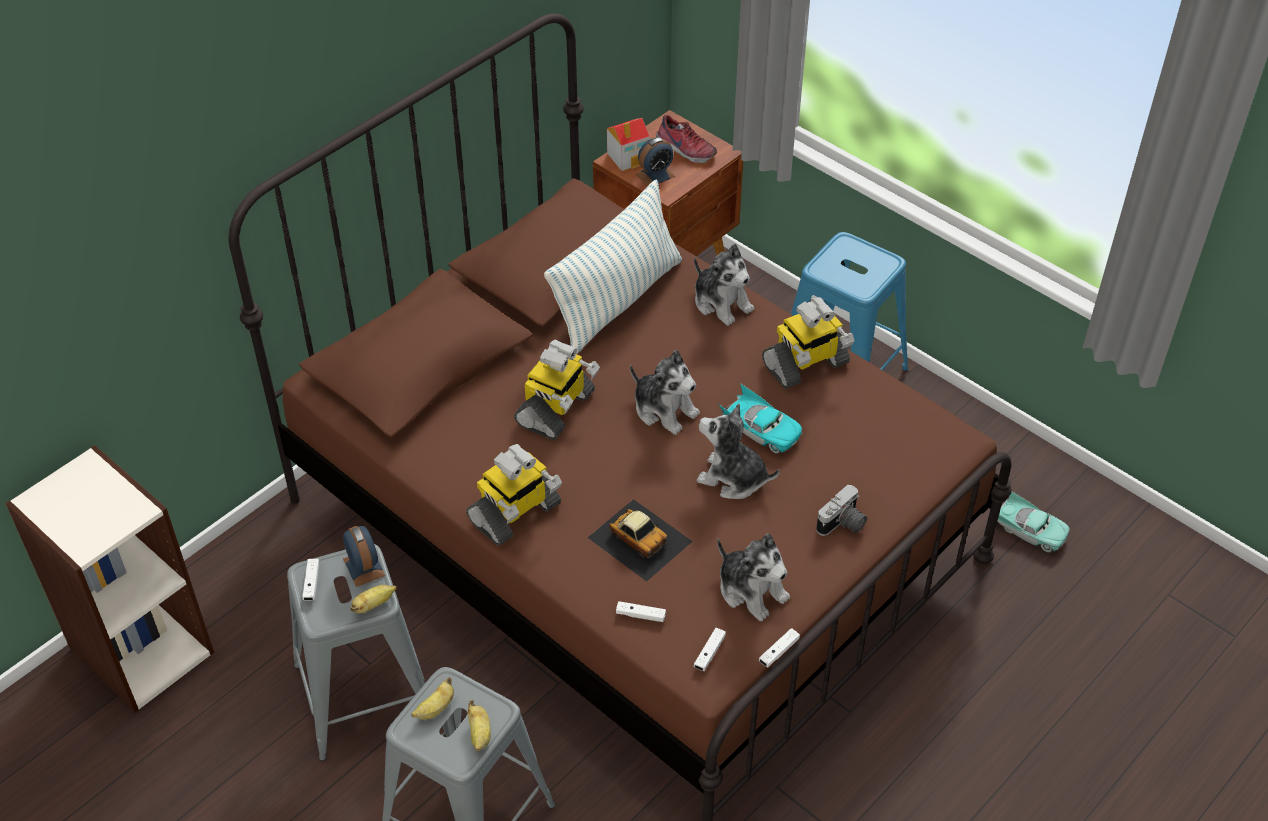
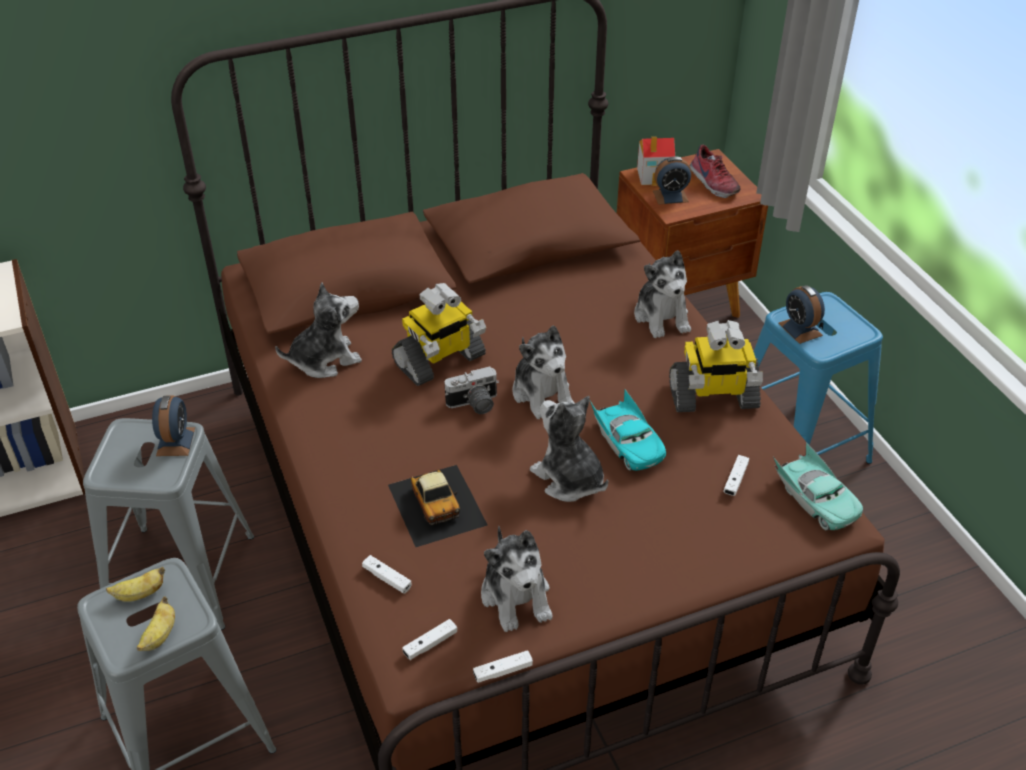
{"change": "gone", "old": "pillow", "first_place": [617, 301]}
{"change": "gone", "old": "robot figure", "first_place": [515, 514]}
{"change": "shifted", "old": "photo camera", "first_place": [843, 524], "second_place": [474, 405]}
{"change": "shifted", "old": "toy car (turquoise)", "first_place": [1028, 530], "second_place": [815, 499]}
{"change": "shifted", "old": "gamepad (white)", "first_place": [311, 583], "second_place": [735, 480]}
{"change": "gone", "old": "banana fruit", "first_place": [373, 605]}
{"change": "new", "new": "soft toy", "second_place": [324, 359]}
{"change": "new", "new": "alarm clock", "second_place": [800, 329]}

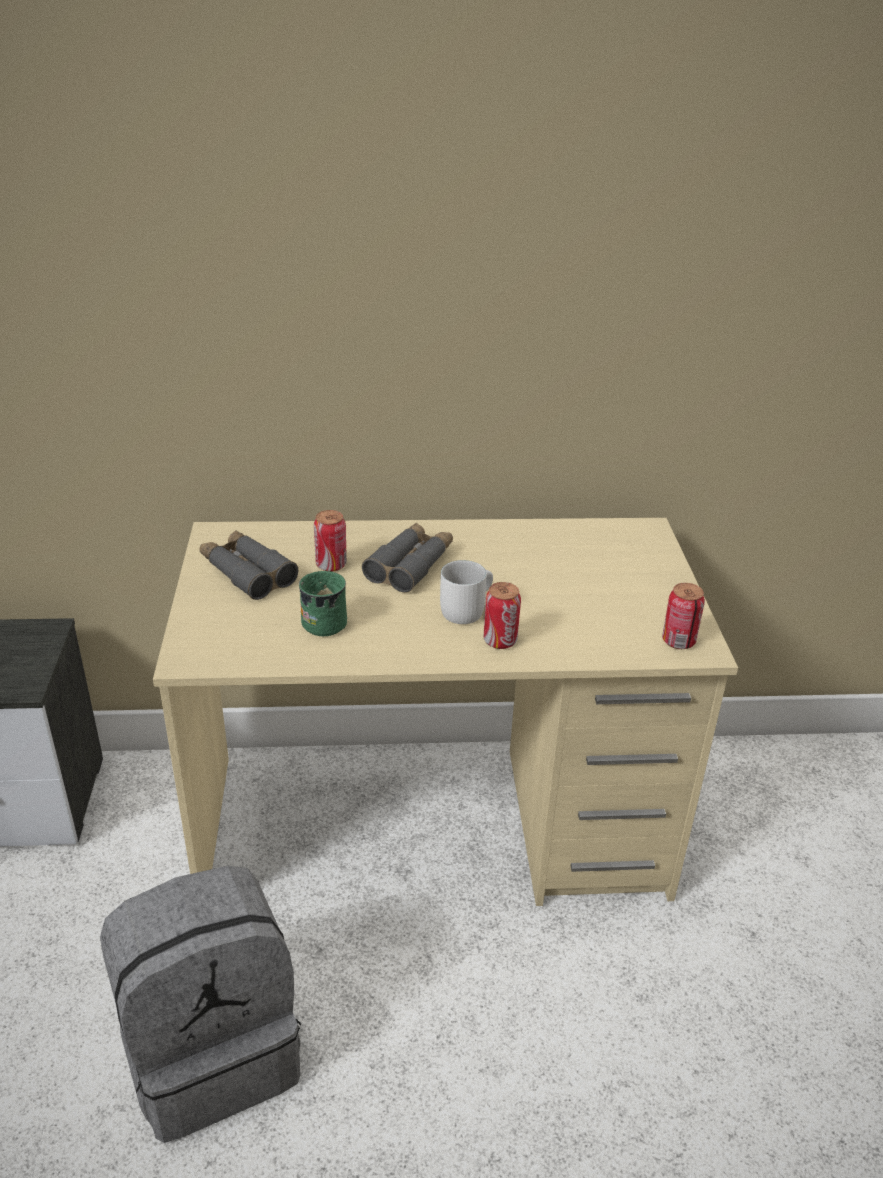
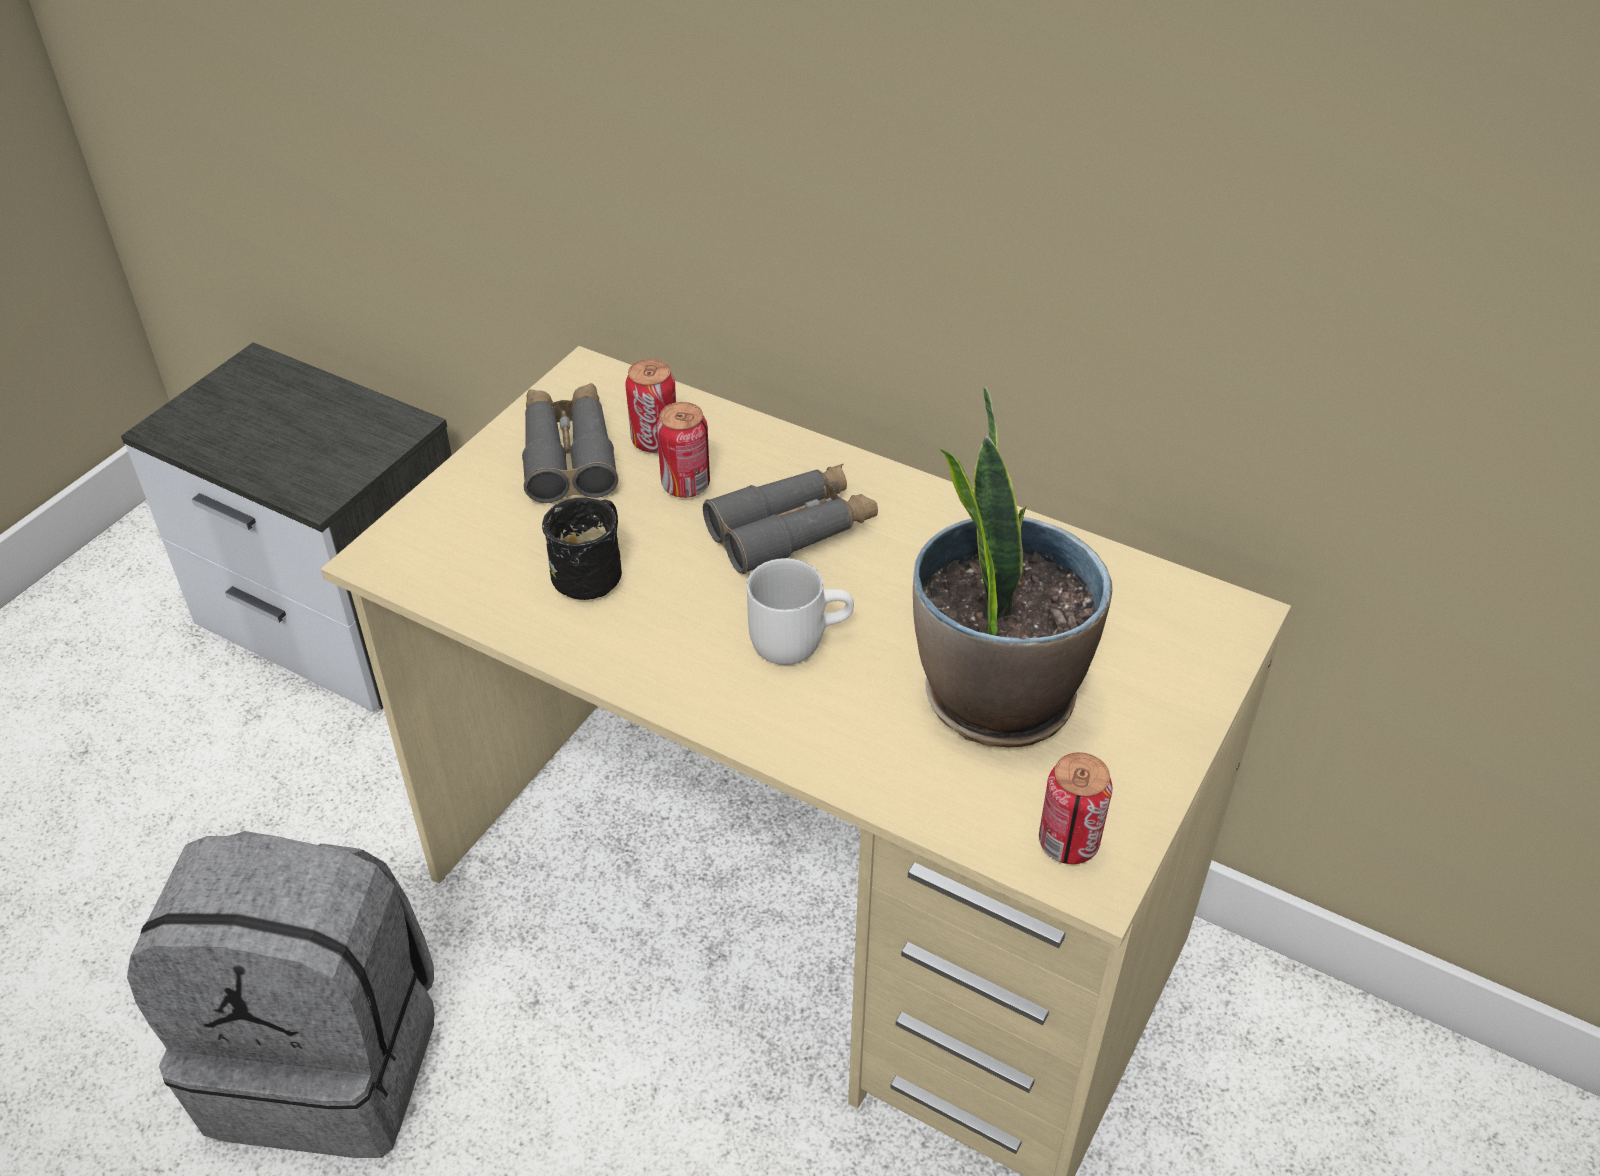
{"change": "repainted", "old": "mug (green-coloured)", "new": "mug (blackish)", "first_place": [324, 620], "second_place": [594, 571]}
{"change": "shifted", "old": "metal can", "first_place": [500, 641], "second_place": [655, 441]}
{"change": "new", "new": "plant in a pot", "second_place": [995, 695]}

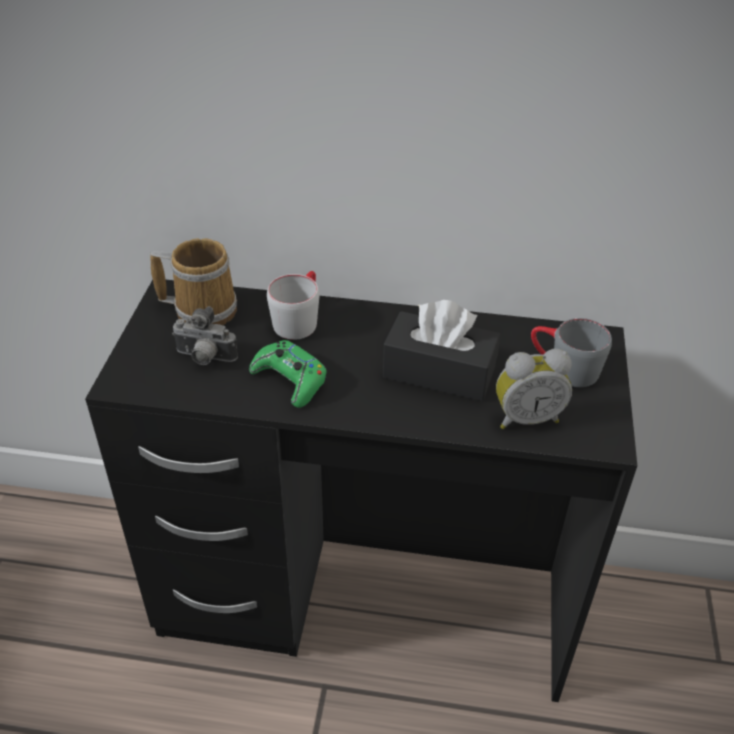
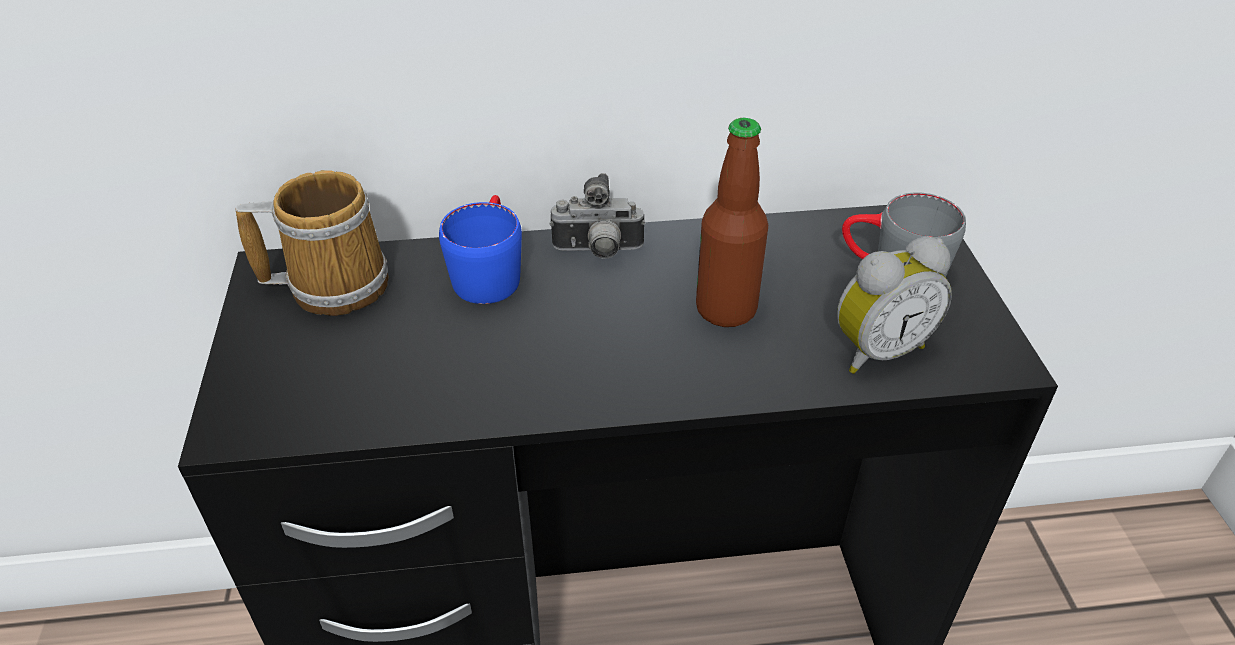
{"change": "repainted", "old": "mug (greyish)", "new": "mug (bluish)", "first_place": [299, 319], "second_place": [489, 271]}
{"change": "swapped", "old": "tissue holder (blackish)", "new": "beverage bottle", "first_place": [439, 372], "second_place": [726, 309]}
{"change": "shifted", "old": "photo camera", "first_place": [204, 358], "second_place": [598, 252]}
{"change": "gone", "old": "gamepad (green-coloured)", "first_place": [290, 380]}

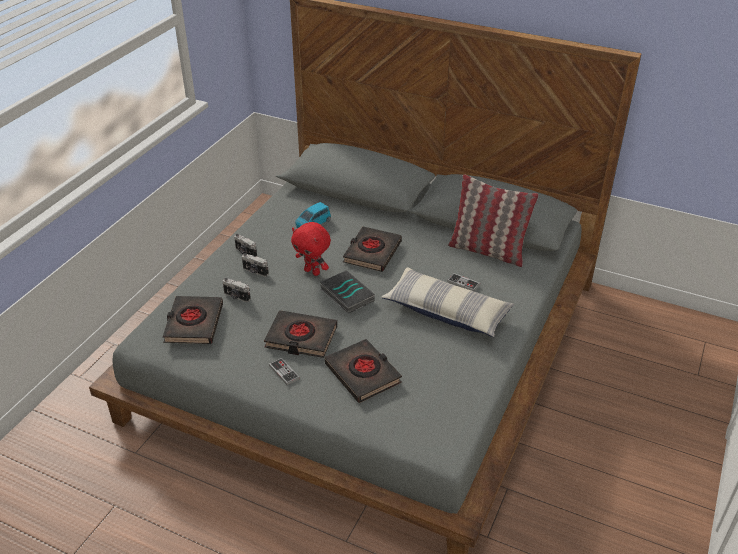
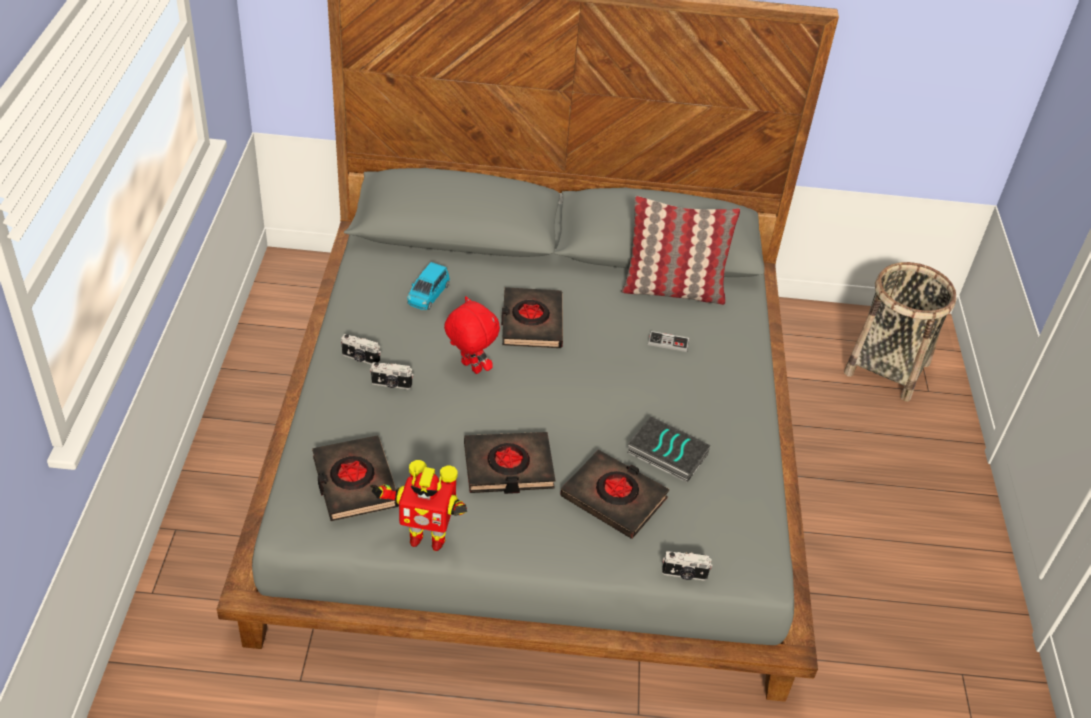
{"change": "rotated", "old": "soft toy (red-coloured)", "first_place": [313, 271], "second_place": [470, 367], "degrees": -150}
{"change": "gone", "old": "pillow", "first_place": [447, 311]}
{"change": "shifted", "old": "bound book", "first_place": [346, 295], "second_place": [666, 454]}
{"change": "shifted", "old": "photo camera", "first_place": [236, 297], "second_place": [684, 575]}
{"change": "gone", "old": "gamepad", "first_place": [284, 372]}
{"change": "new", "new": "storage basket", "second_place": [887, 368]}
{"change": "new", "new": "robot figure", "second_place": [426, 537]}

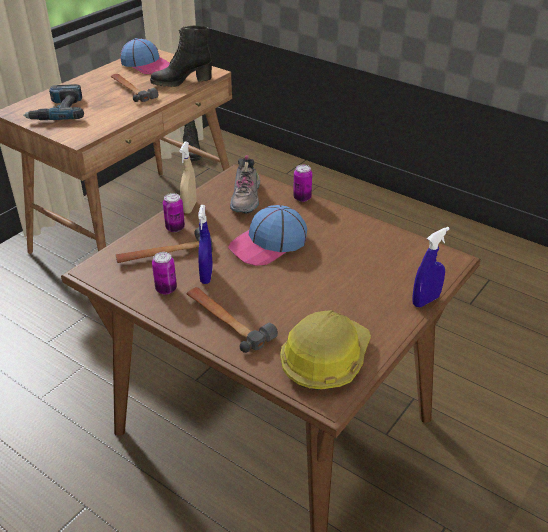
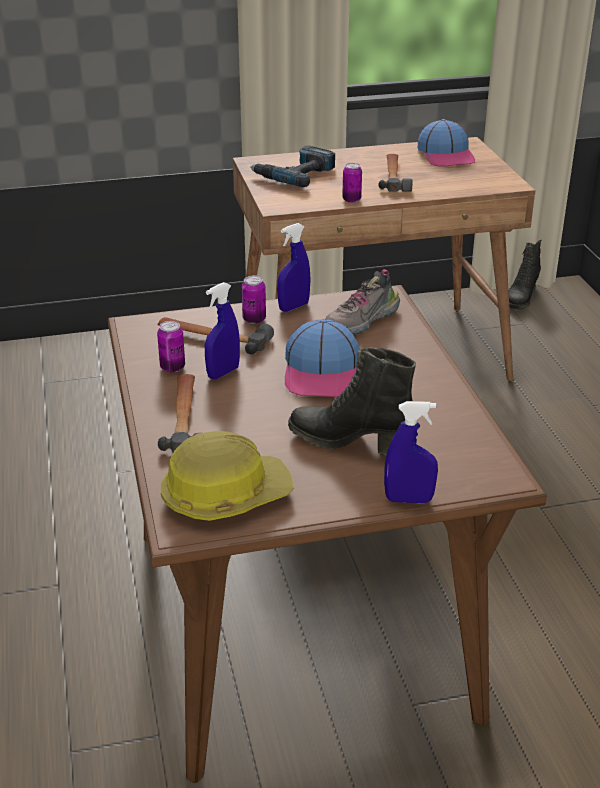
{"change": "shifted", "old": "boot (blackish)", "first_place": [181, 82], "second_place": [350, 441]}
{"change": "repainted", "old": "hand sprayer (sand-coloured)", "new": "hand sprayer (bluish)", "first_place": [189, 207], "second_place": [293, 307]}
{"change": "shifted", "old": "metal can", "first_place": [302, 198], "second_place": [351, 200]}
{"change": "rotated", "old": "baseball cap", "first_place": [268, 244], "second_place": [322, 372], "degrees": -90}

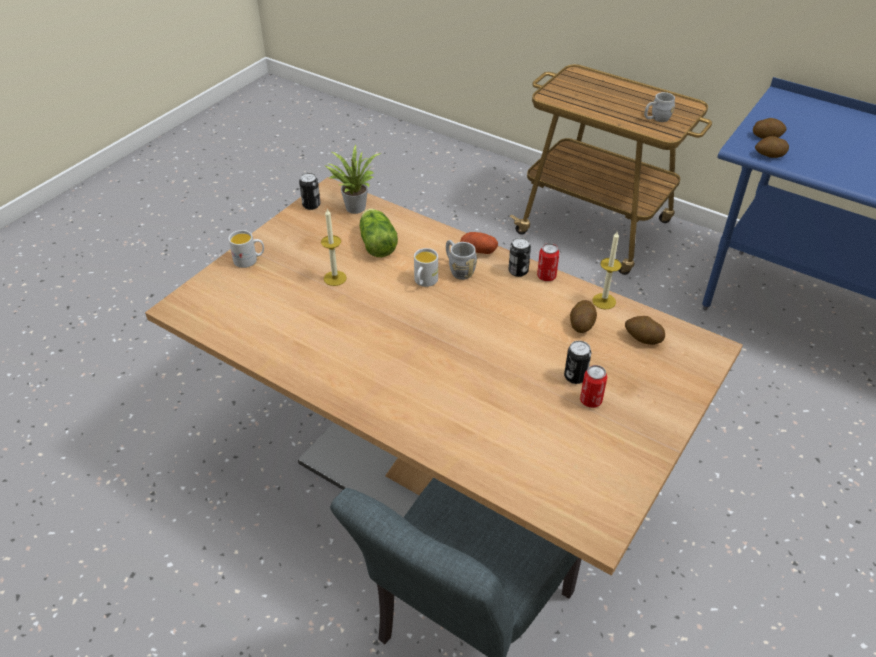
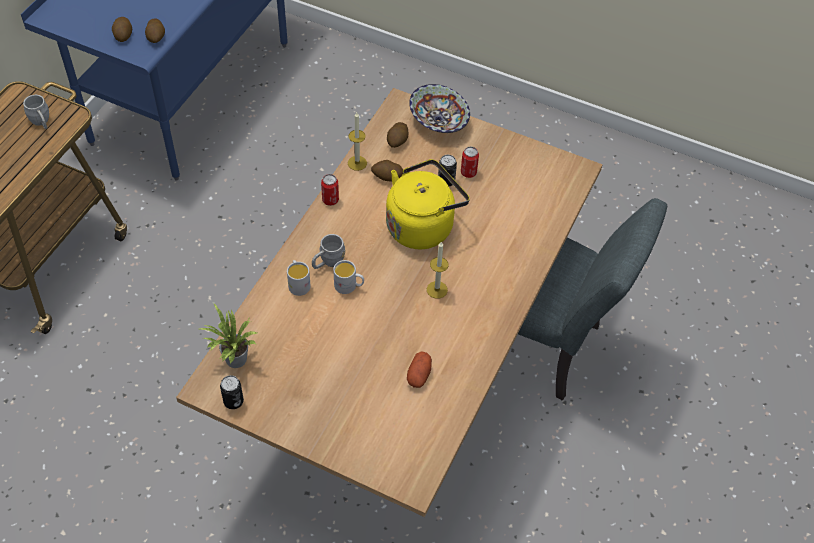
{"change": "shifted", "old": "wax light", "first_place": [335, 278], "second_place": [437, 289]}
{"change": "gone", "old": "lettuce head", "first_place": [377, 242]}
{"change": "shifted", "old": "mug (white)", "first_place": [249, 260], "second_place": [298, 283]}
{"change": "shifted", "old": "potato", "first_place": [478, 250], "second_place": [419, 375]}
{"change": "gone", "old": "metal can", "first_place": [518, 271]}
{"change": "new", "new": "bowl", "second_place": [438, 121]}
{"change": "new", "new": "kettle (yellowish)", "second_place": [422, 225]}

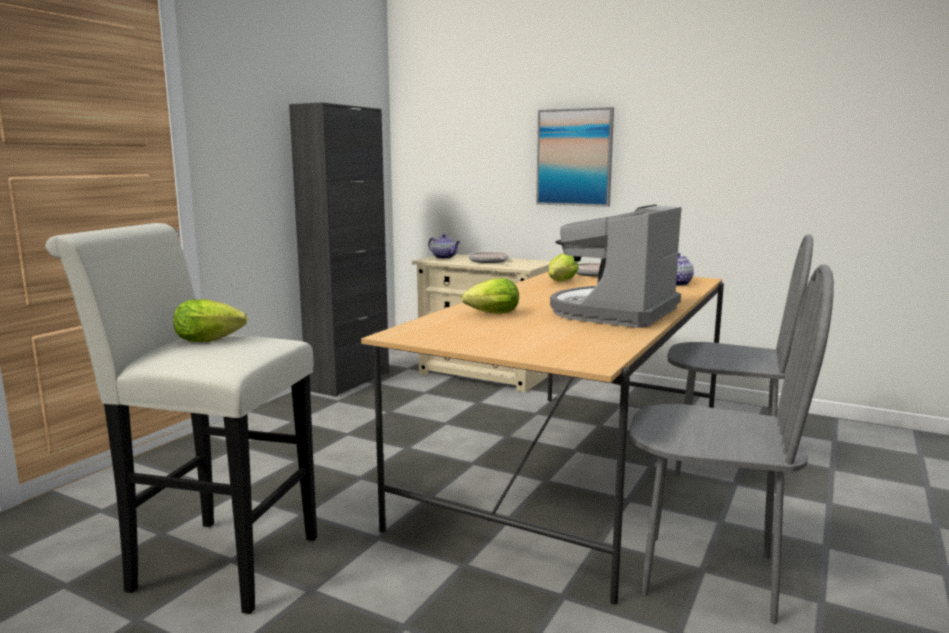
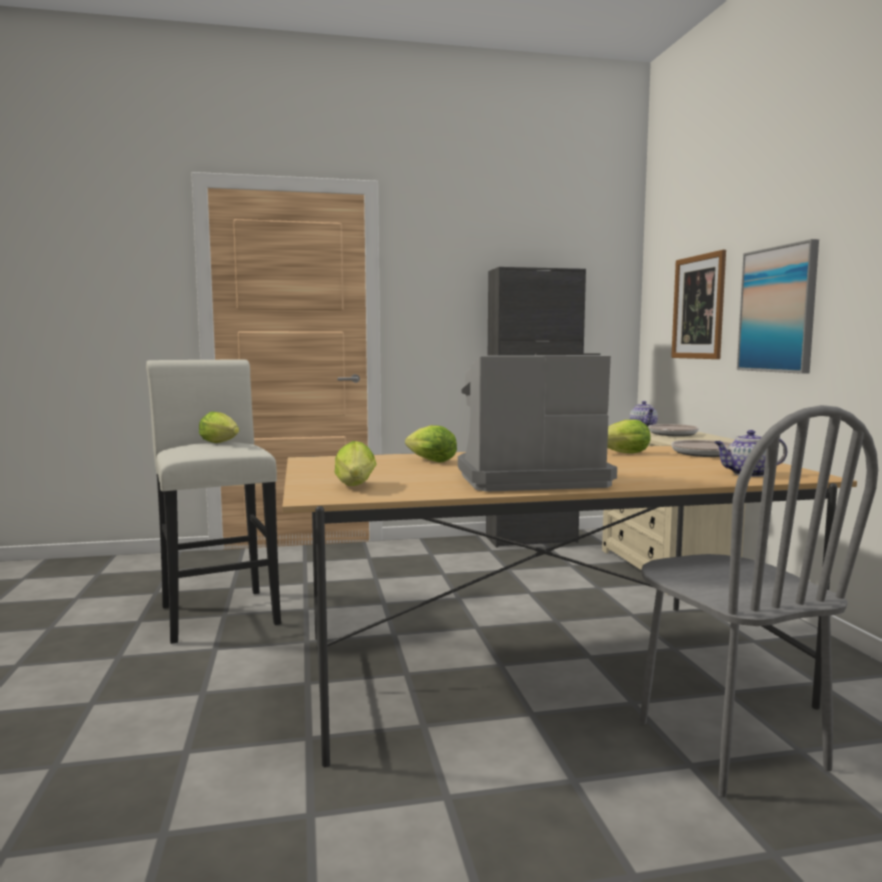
{"change": "gone", "old": "plain chair (greyish)", "first_place": [708, 575]}
{"change": "new", "new": "wall art", "second_place": [698, 307]}
{"change": "new", "new": "lettuce head", "second_place": [356, 487]}

